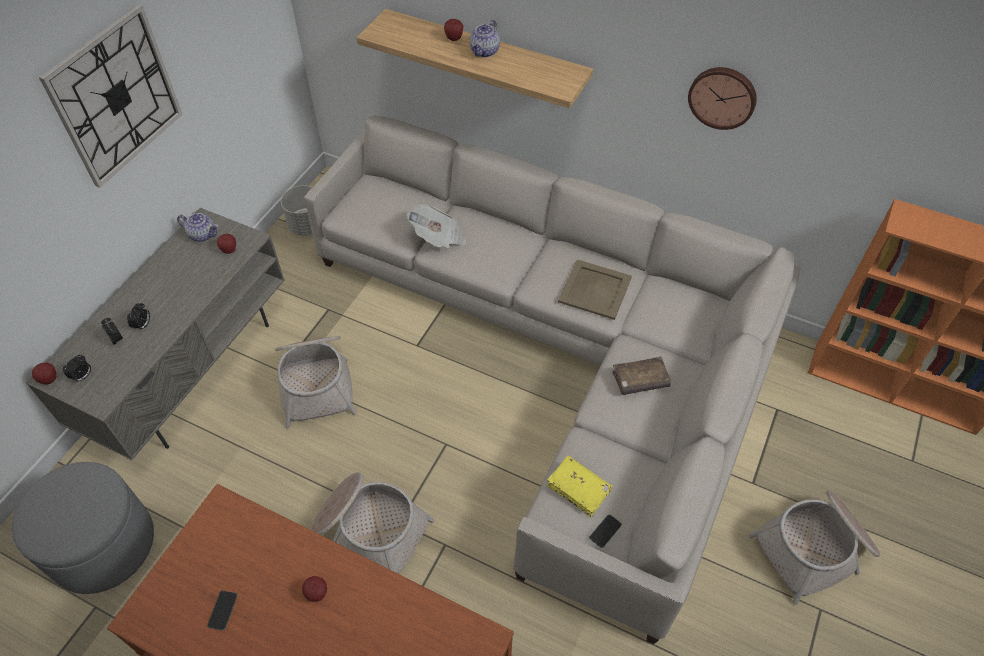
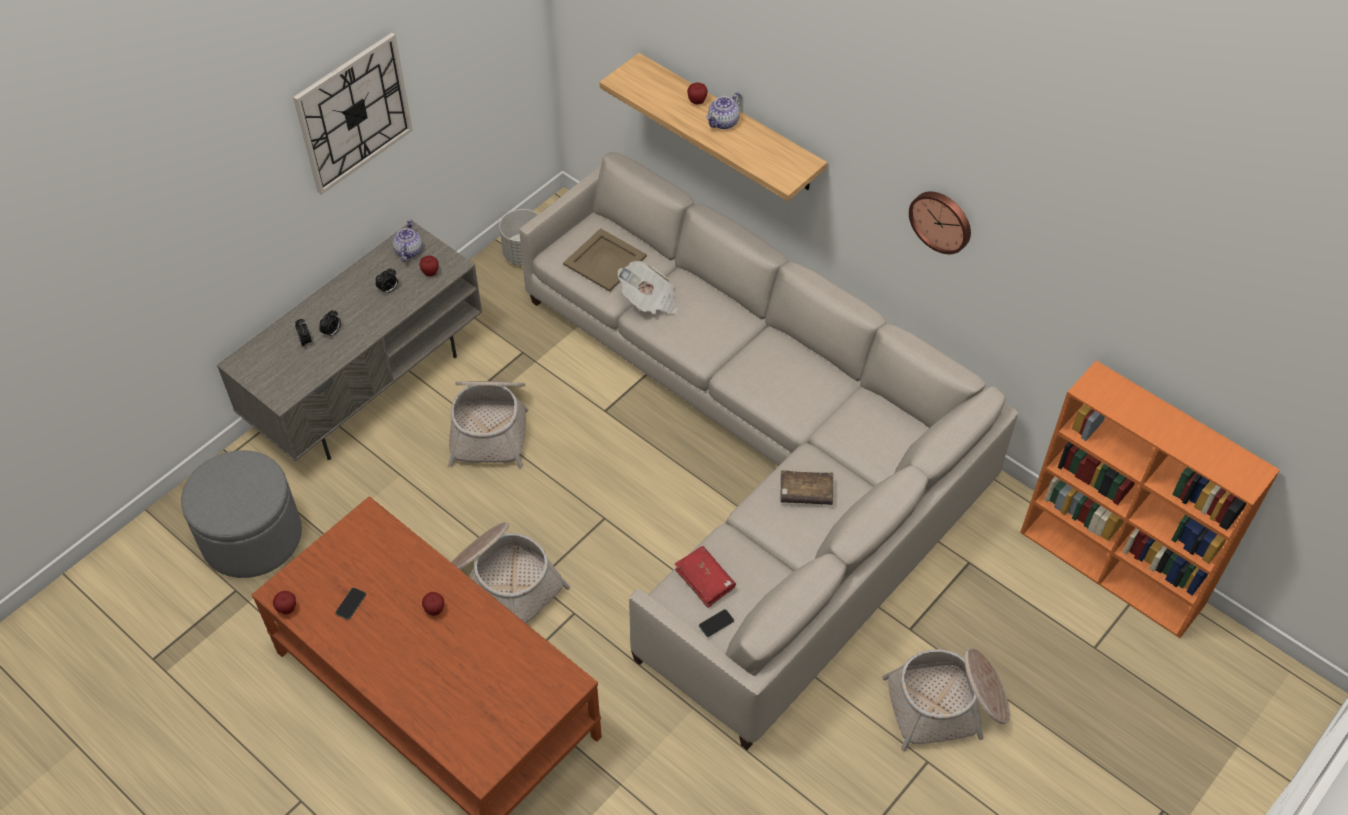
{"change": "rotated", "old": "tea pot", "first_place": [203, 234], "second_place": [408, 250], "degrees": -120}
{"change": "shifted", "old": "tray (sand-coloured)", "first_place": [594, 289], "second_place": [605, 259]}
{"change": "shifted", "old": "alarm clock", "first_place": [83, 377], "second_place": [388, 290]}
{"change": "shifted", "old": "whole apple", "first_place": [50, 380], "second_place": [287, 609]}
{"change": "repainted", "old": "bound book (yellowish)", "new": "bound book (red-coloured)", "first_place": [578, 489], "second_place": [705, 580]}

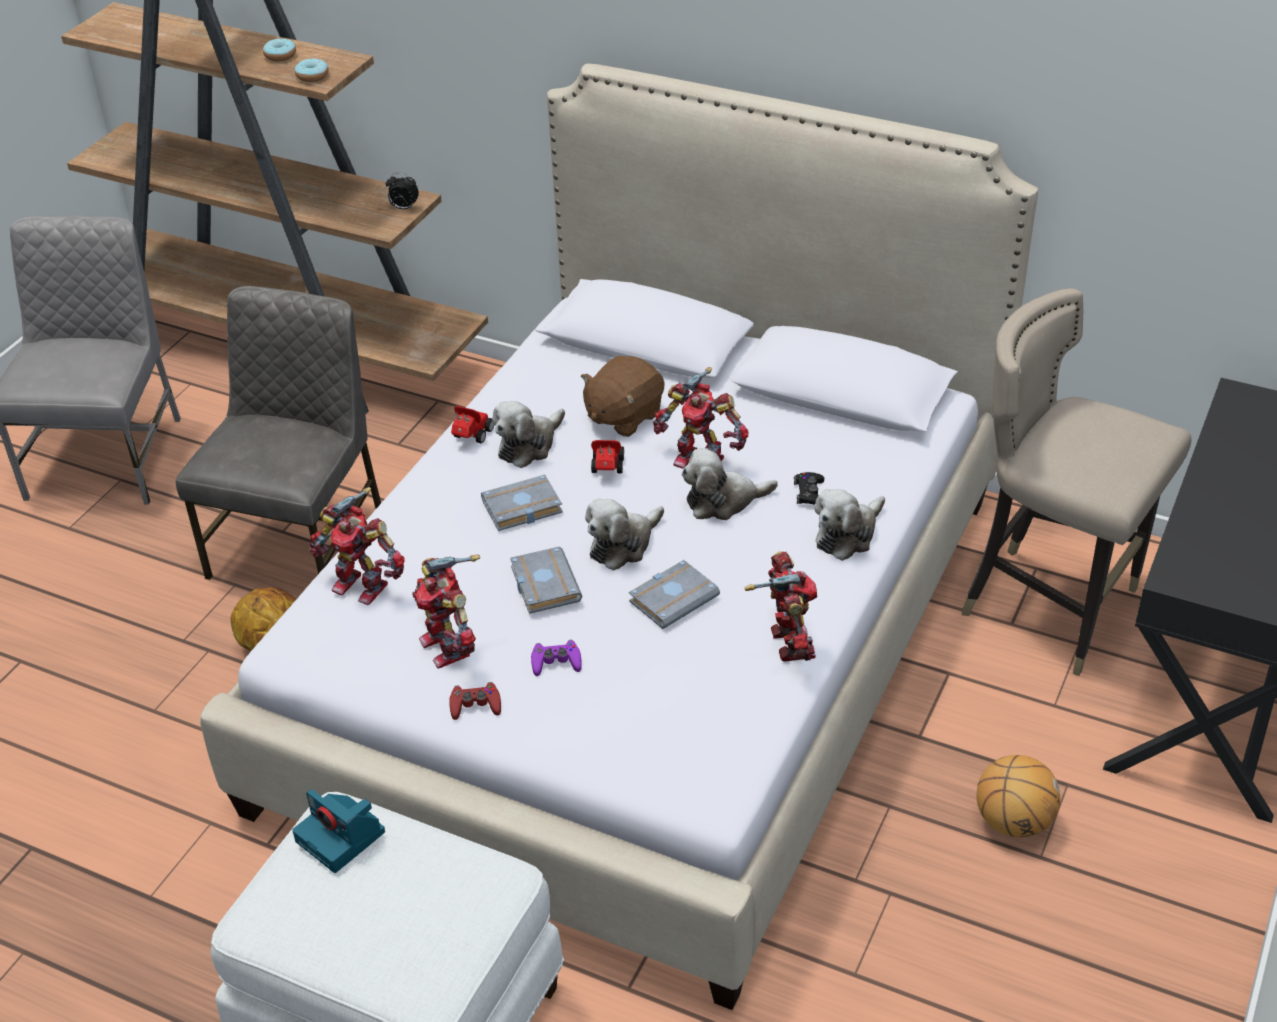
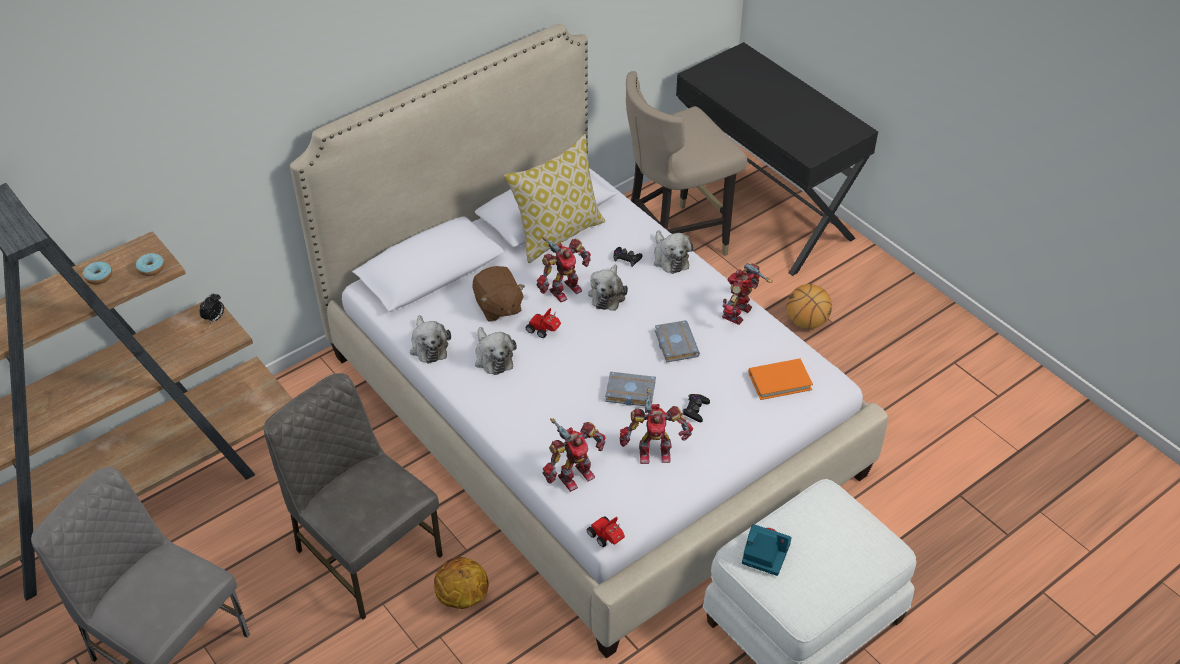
{"change": "shifted", "old": "toy car", "first_place": [471, 437], "second_place": [607, 538]}
{"change": "gone", "old": "bound book (greyish)", "first_place": [521, 509]}
{"change": "shifted", "old": "soft toy", "first_place": [623, 544], "second_place": [428, 346]}
{"change": "rotated", "old": "robot figure", "first_place": [788, 644], "second_place": [739, 314], "degrees": -75}
{"change": "repainted", "old": "gamepad (purple-coloured)", "new": "gamepad (blackish)", "first_place": [556, 662], "second_place": [695, 410]}
{"change": "gone", "old": "gamepad (red-coloured)", "first_place": [475, 705]}
{"change": "rotated", "old": "photo camera", "first_place": [342, 837], "second_place": [764, 553], "degrees": -135}
{"change": "new", "new": "pillow", "second_place": [557, 233]}
{"change": "new", "new": "bound book (orange-coloured)", "second_place": [779, 381]}

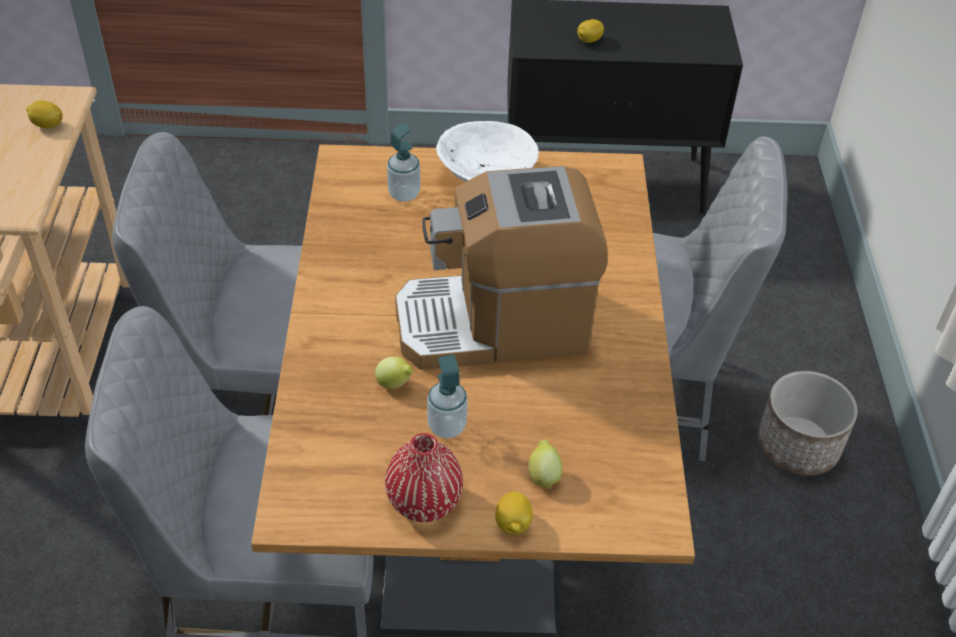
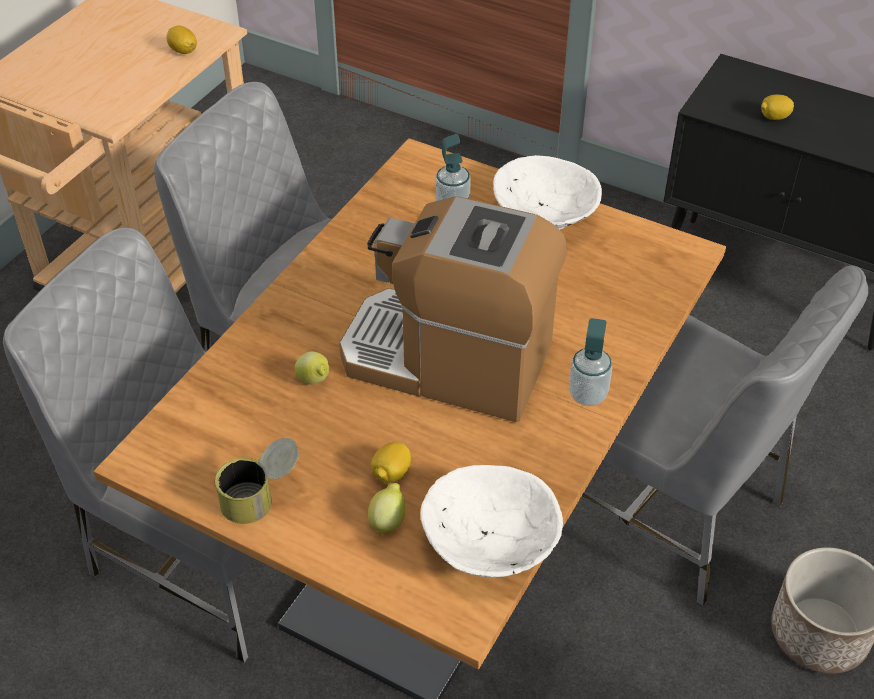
{"change": "shifted", "old": "liquid soap bottle", "first_place": [447, 426], "second_place": [587, 395]}
{"change": "swapped", "old": "flower vase (red-coloured)", "new": "metal can", "first_place": [424, 502], "second_place": [262, 498]}
{"change": "shifted", "old": "whole lemon", "first_place": [512, 523], "second_place": [391, 473]}
{"change": "new", "new": "bowl (white)", "second_place": [489, 546]}

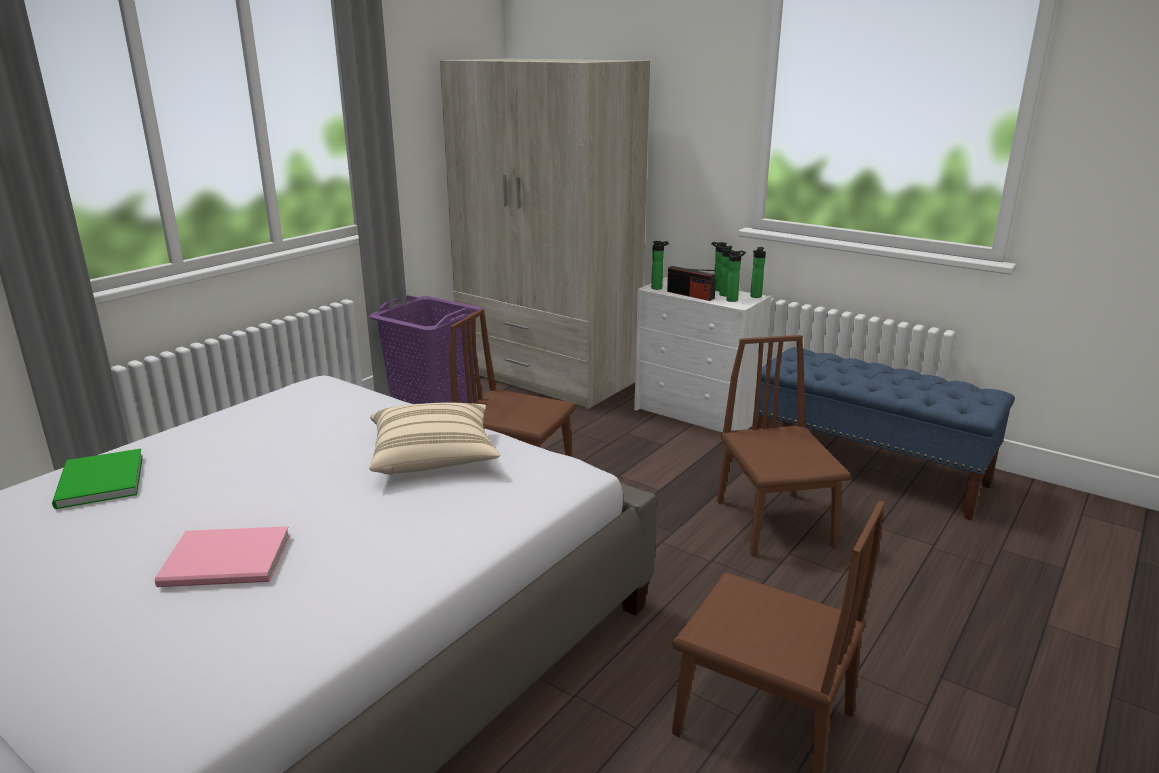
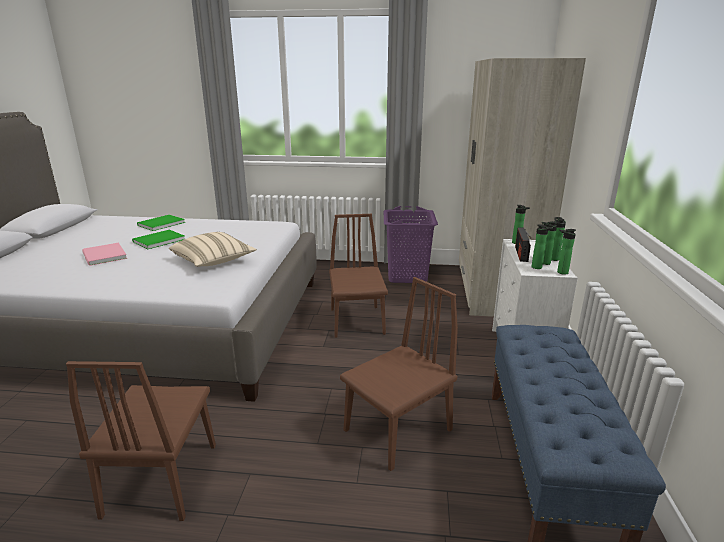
{"change": "new", "new": "bound book (green-coloured)", "second_place": [157, 241]}

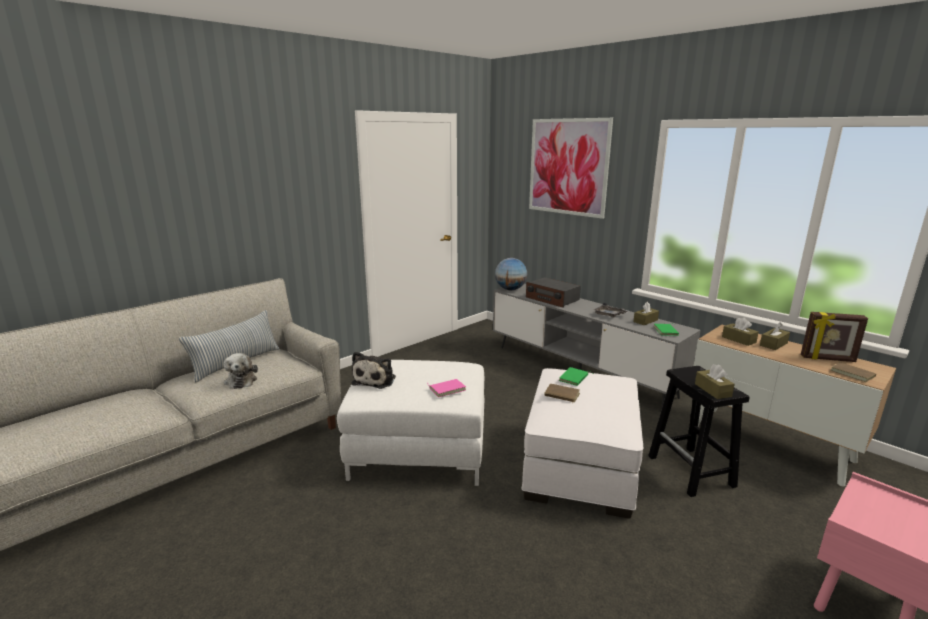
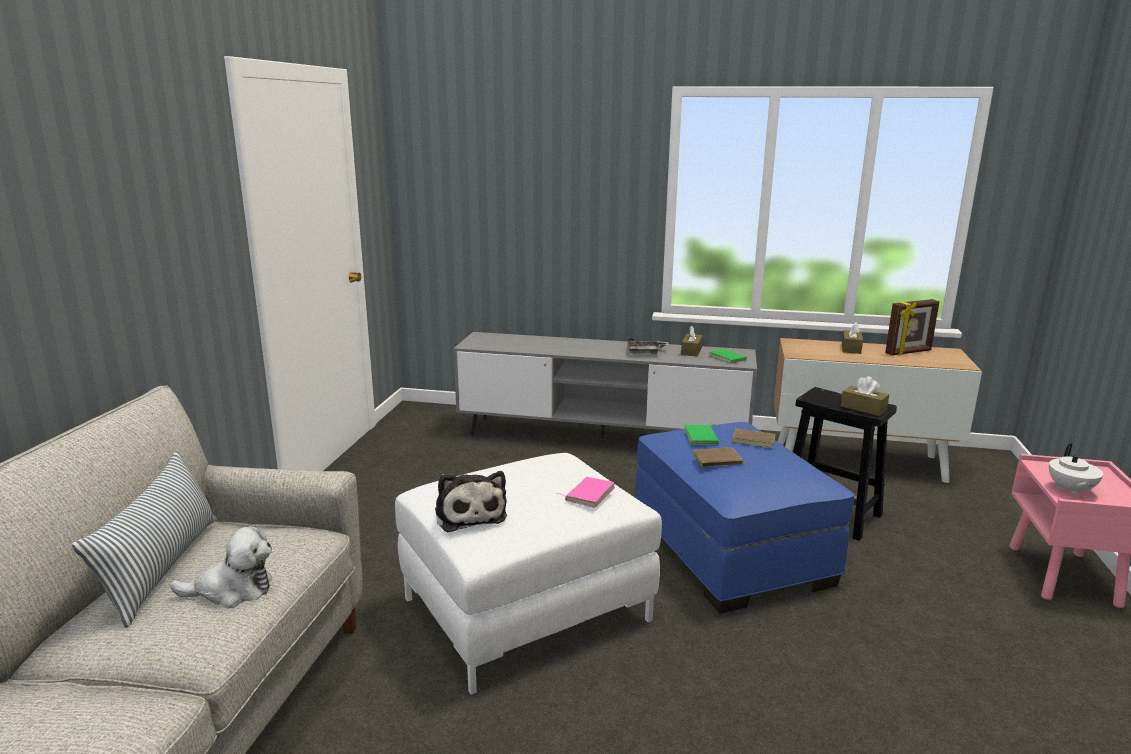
{"change": "gone", "old": "wall art", "first_place": [568, 167]}
{"change": "gone", "old": "desk globe", "first_place": [510, 289]}
{"change": "gone", "old": "radio", "first_place": [552, 299]}
{"change": "gone", "old": "tissue holder (brown-coloured)", "first_place": [738, 339]}
{"change": "rotated", "old": "soft toy", "first_place": [241, 380], "second_place": [232, 590], "degrees": -45}
{"change": "shifted", "old": "bound book (brown-coloured)", "first_place": [853, 373], "second_place": [753, 440]}
{"change": "repainted", "old": "ottoman (white)", "new": "ottoman (bluish)", "first_place": [580, 465], "second_place": [729, 549]}
{"change": "new", "new": "tea pot (white)", "second_place": [1070, 490]}

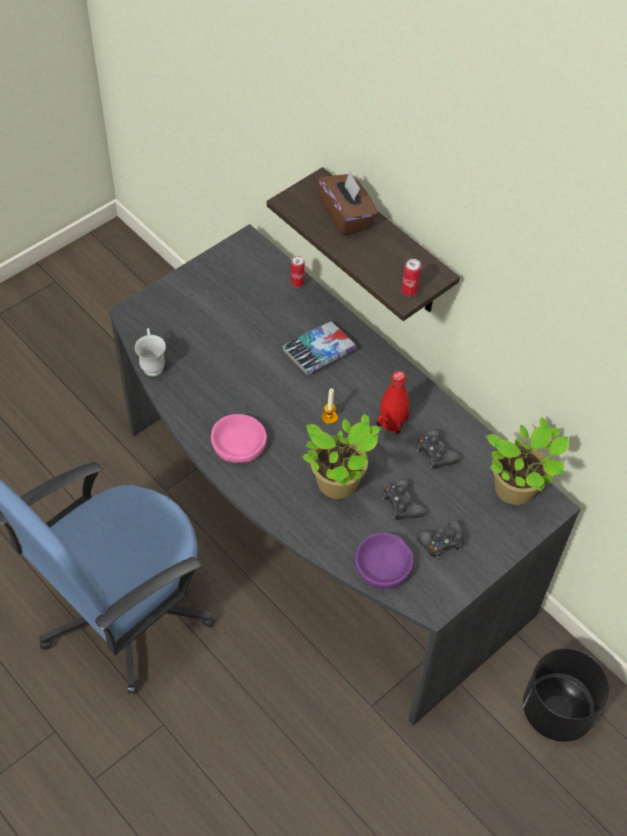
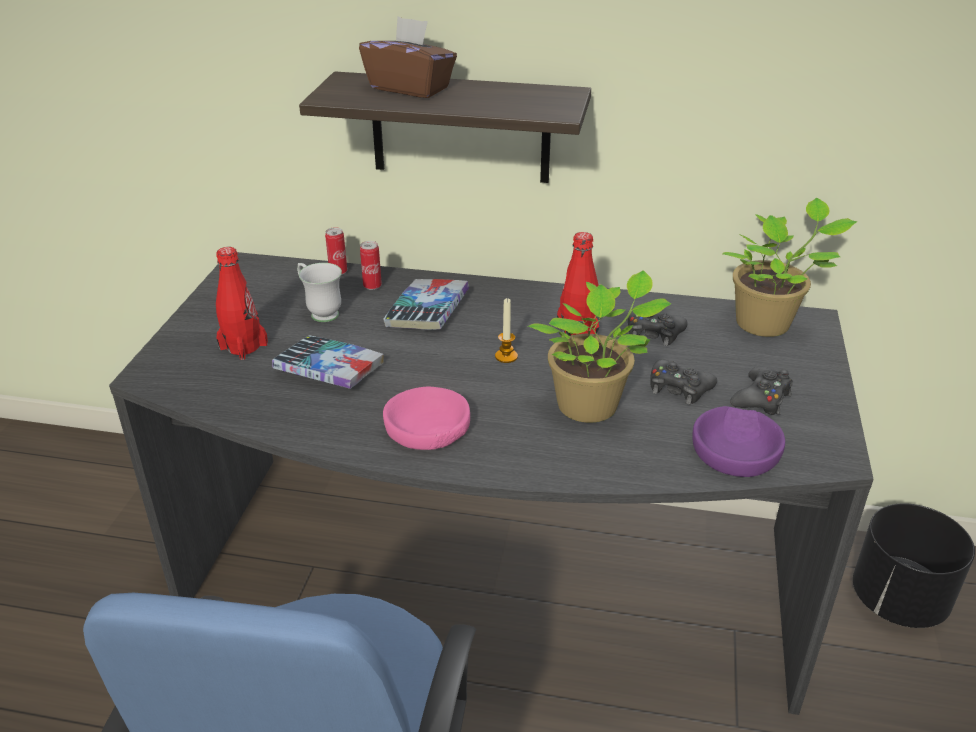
{"change": "shifted", "old": "metal can", "first_place": [409, 291], "second_place": [372, 286]}
{"change": "shifted", "old": "mug (white)", "first_place": [152, 364], "second_place": [320, 312]}
{"change": "new", "new": "beverage bottle (red-coloured)", "second_place": [243, 346]}
{"change": "new", "new": "bound book", "second_place": [329, 370]}

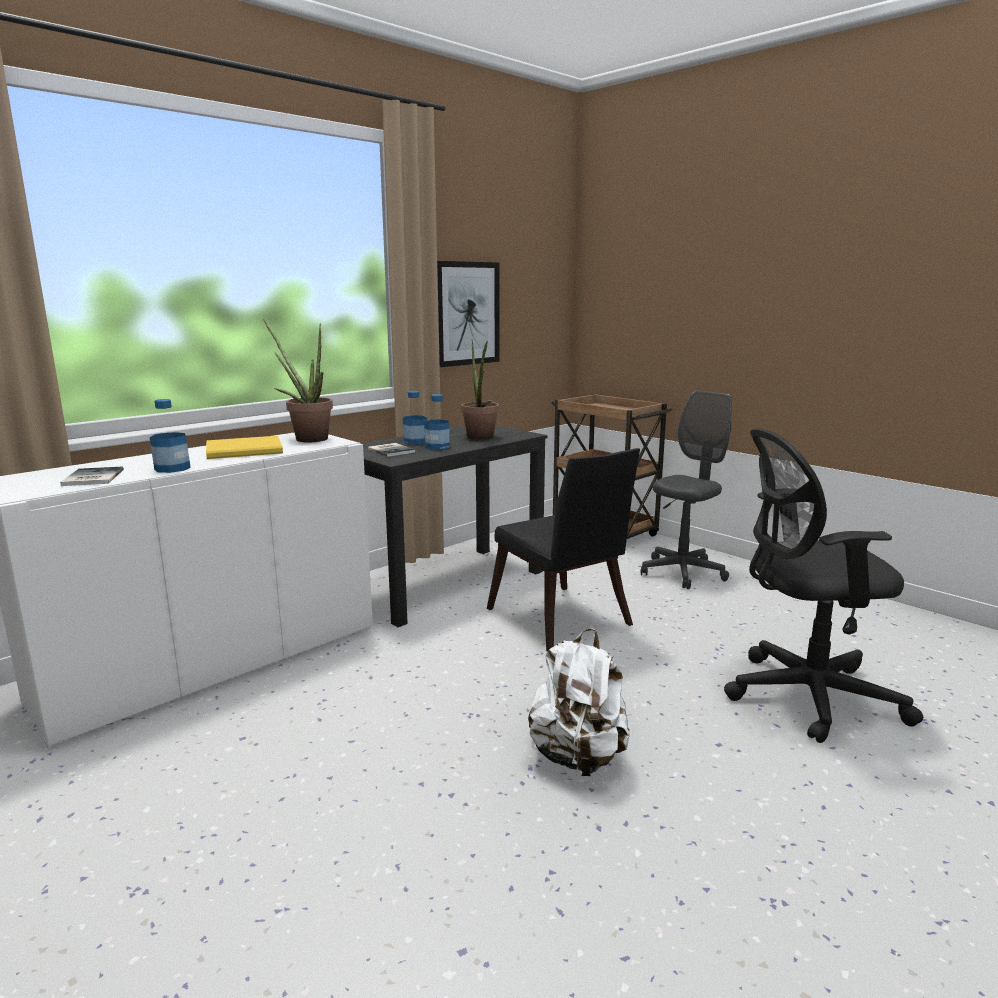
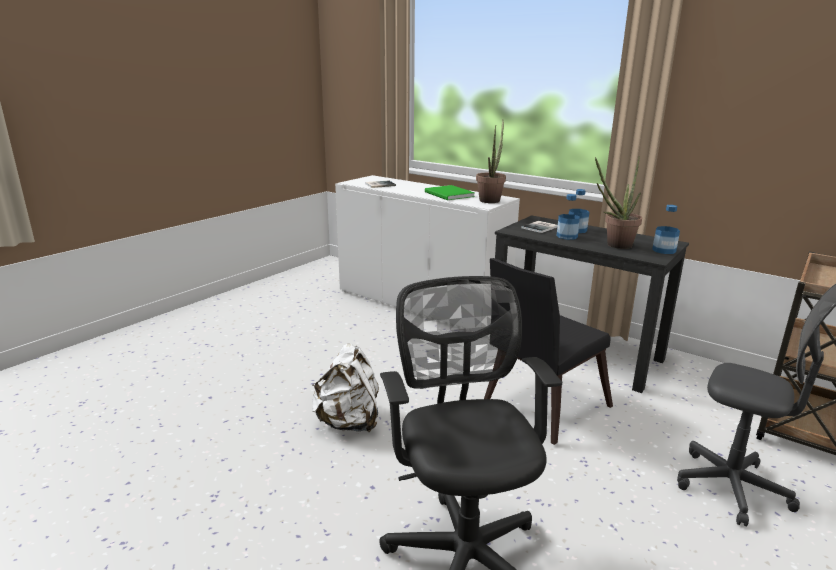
{"change": "gone", "old": "wall art", "first_place": [466, 313]}
{"change": "shifted", "old": "beverage bottle", "first_place": [172, 468], "second_place": [664, 250]}
{"change": "repainted", "old": "bound book (yellowish)", "new": "bound book (green-coloured)", "first_place": [247, 450], "second_place": [449, 195]}

